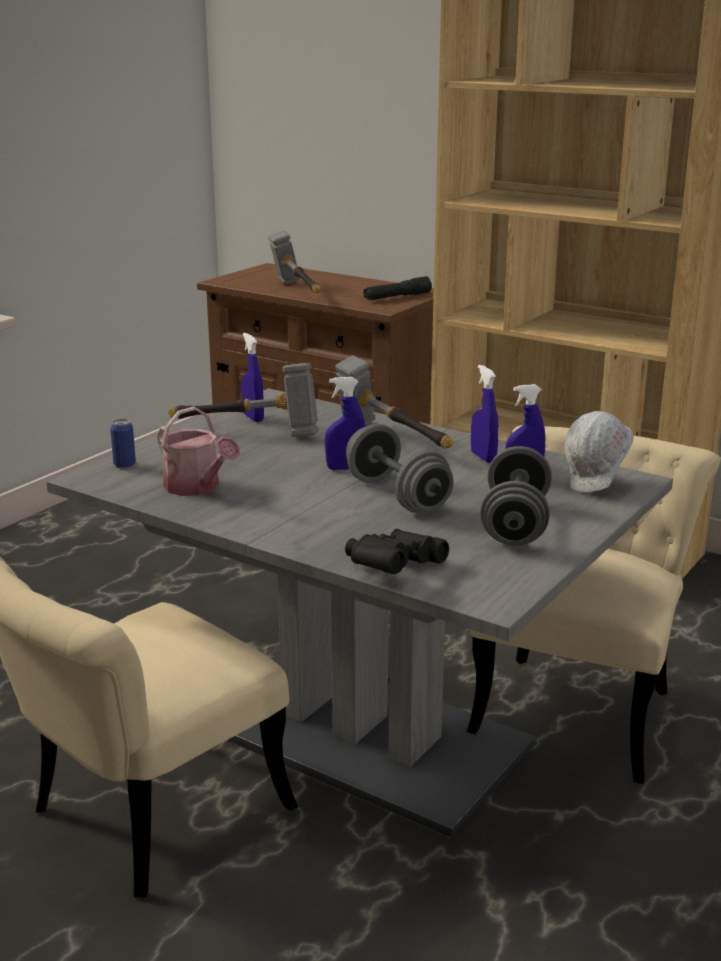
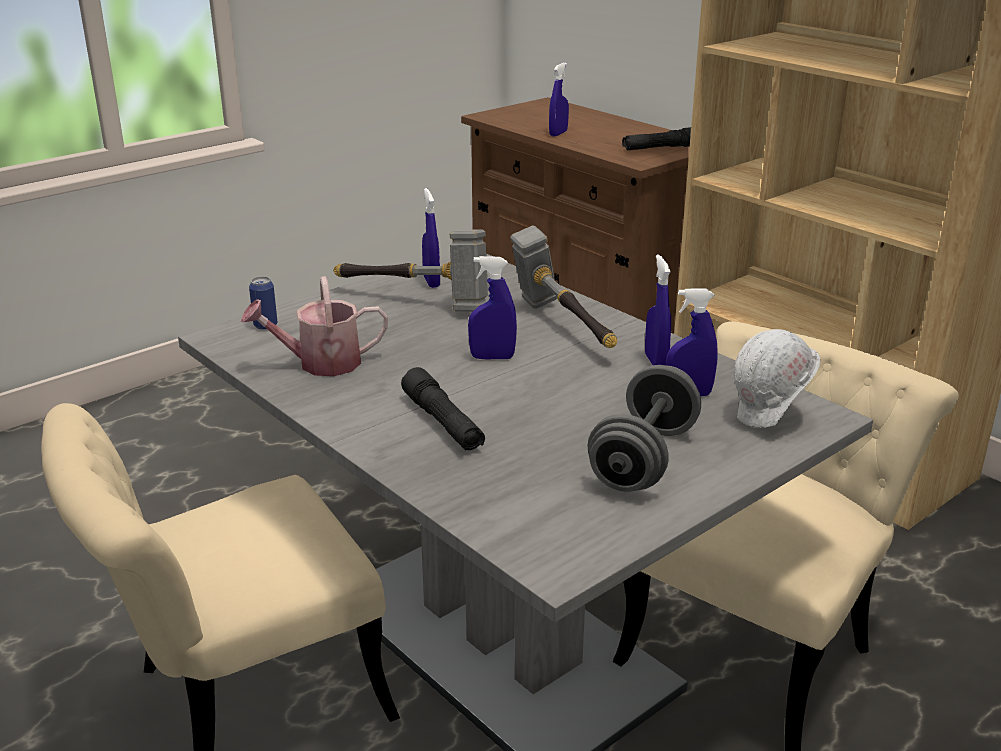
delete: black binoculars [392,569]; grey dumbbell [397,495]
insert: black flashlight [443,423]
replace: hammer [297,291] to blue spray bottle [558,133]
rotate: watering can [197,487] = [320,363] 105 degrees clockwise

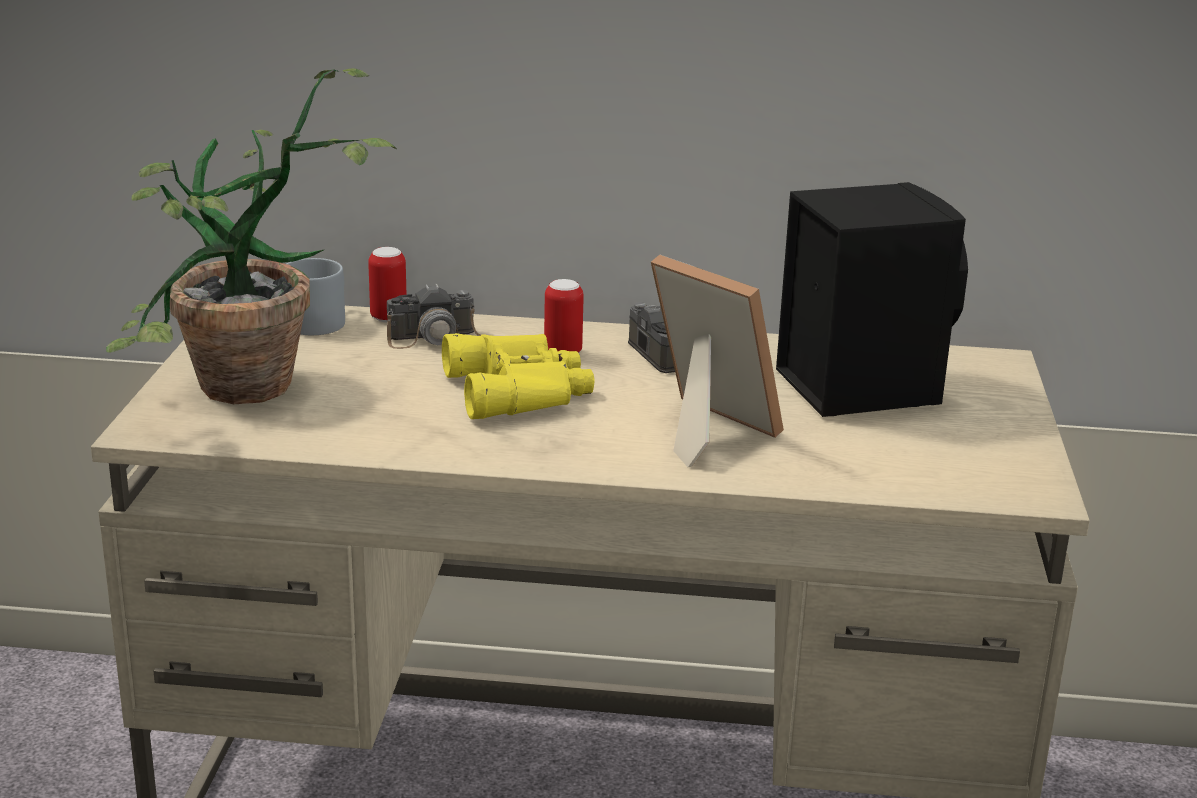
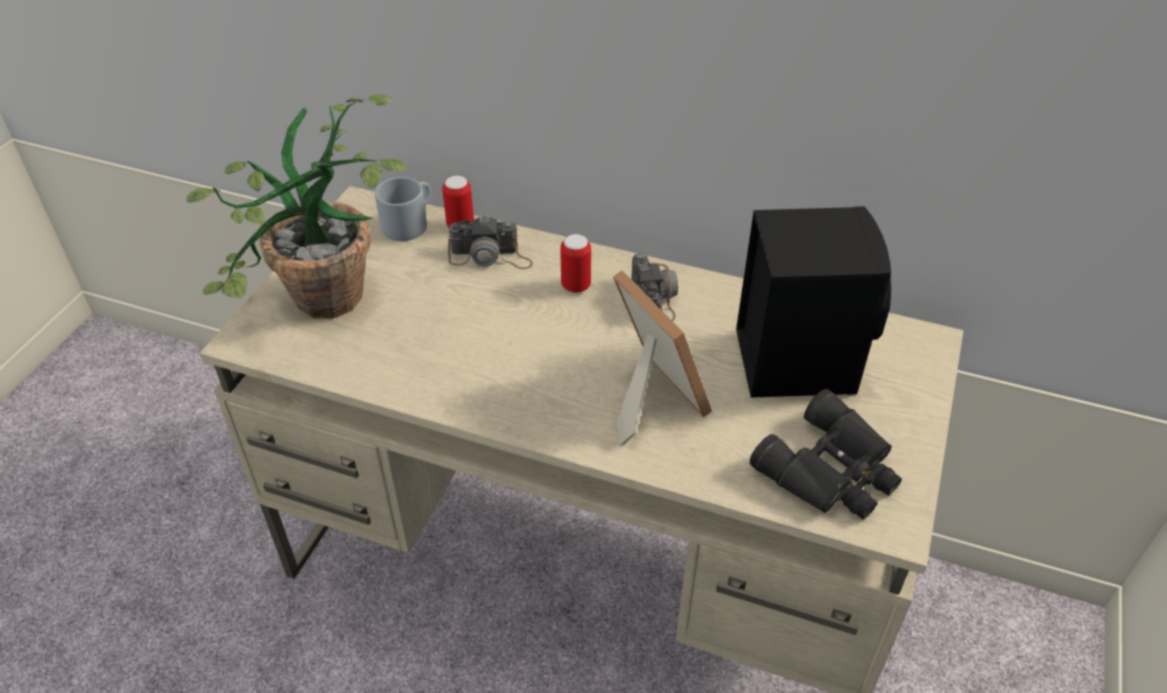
delete: yellow binoculars [521,390]
insert: black binoculars [832,471]

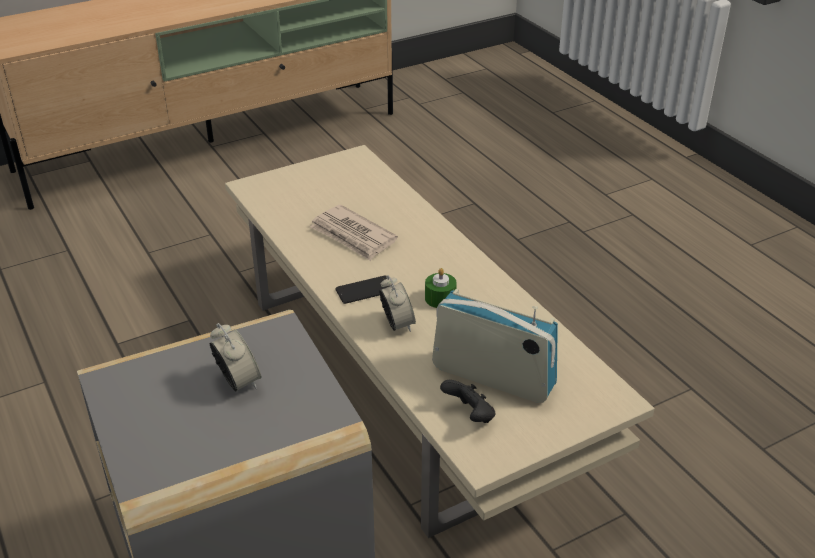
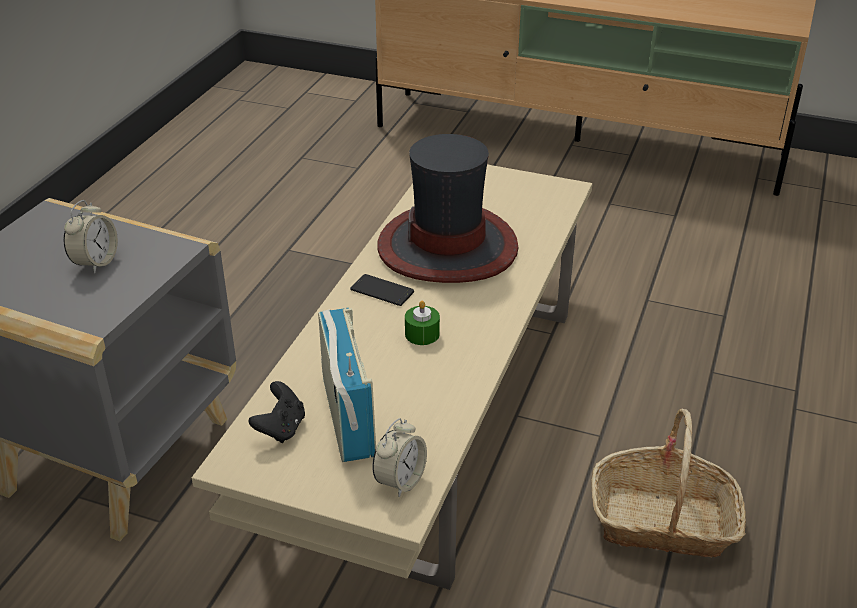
insert: basket [663,521]
move: alarm clock [397,324] to [400,481]
replace: newspaper [353,236] to hat [448,246]

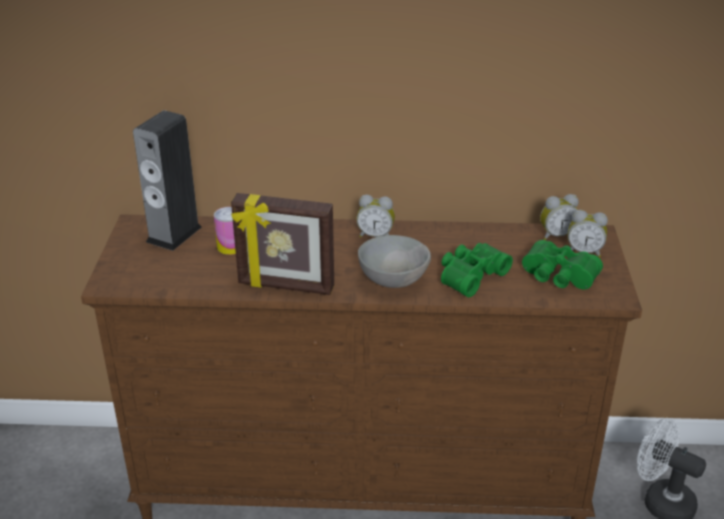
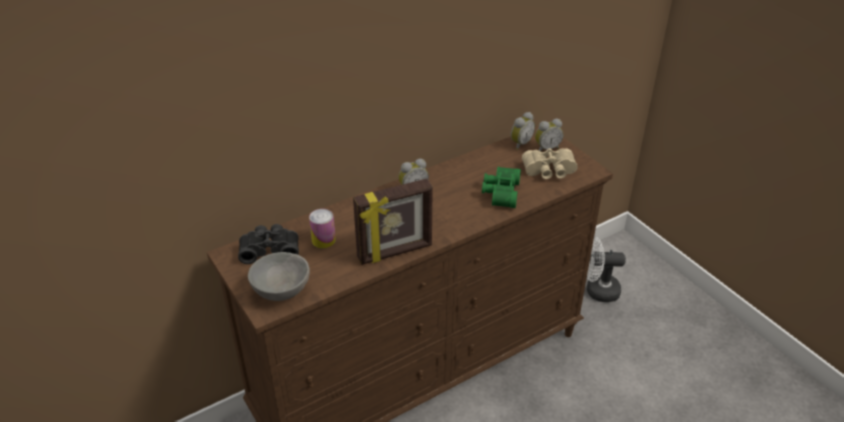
move: grey bowl [393,279] to [281,290]
replace: speaker [174,234] to black binoculars [270,249]
recolor: green binoculars [558,277] to beige binoculars [549,172]

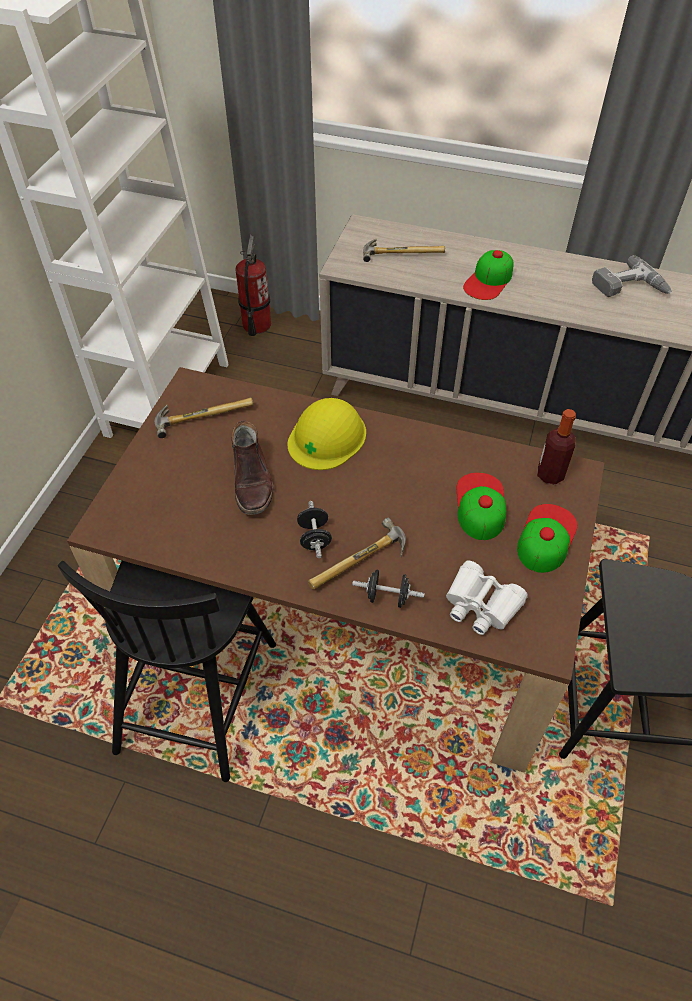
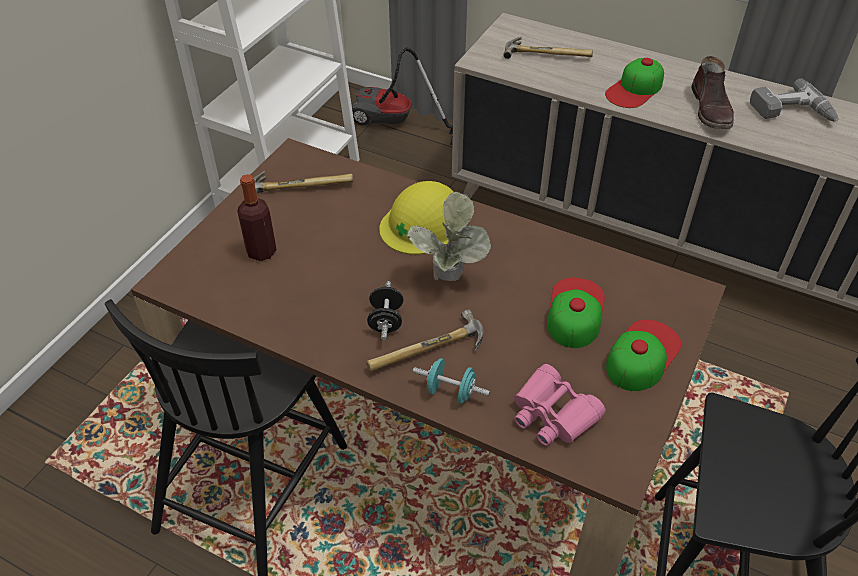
insert: potted plant [449,282]
move: brown boot [252,480] to [711,109]; bottle [550,475] to [261,251]
replace: fire extinguisher [256,325] to vacuum cleaner [396,124]
recolor: black dumbbell [387,597] to turquoise dumbbell [450,391]; white binoculars [481,604] to pink binoculars [552,414]

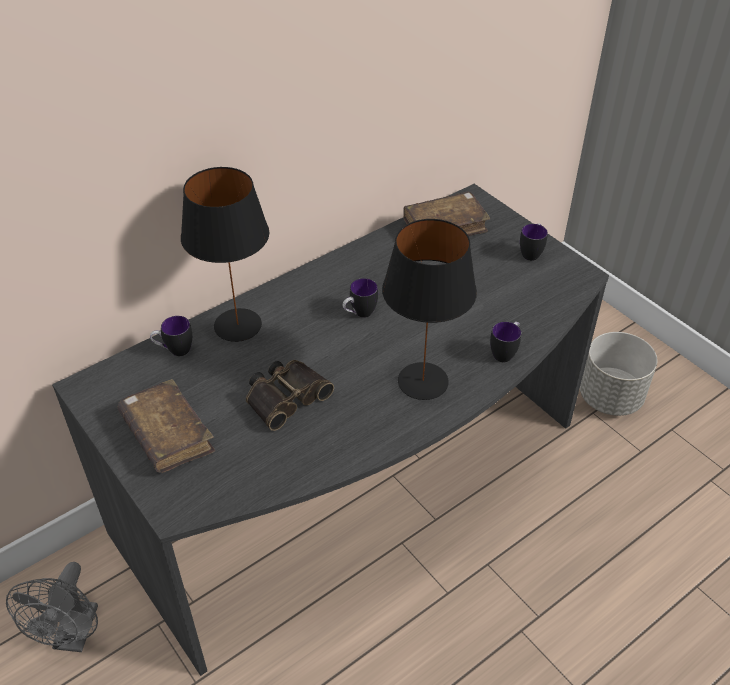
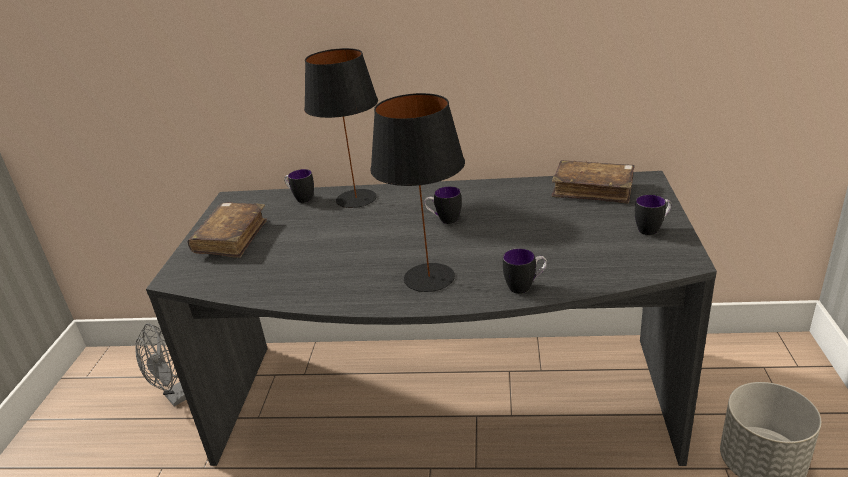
delete: binoculars [285,396]

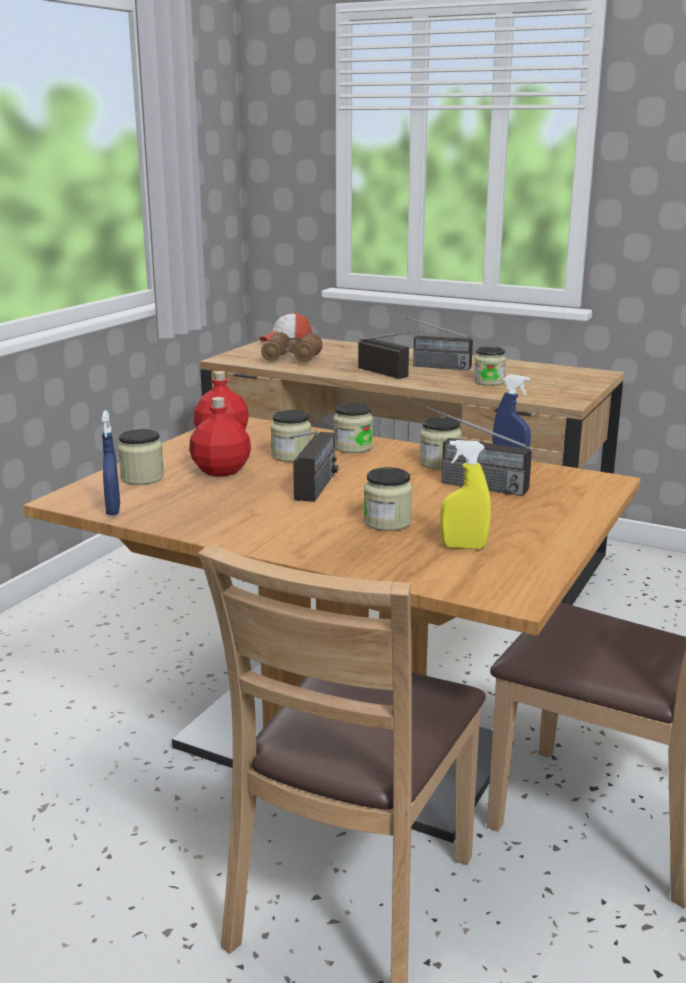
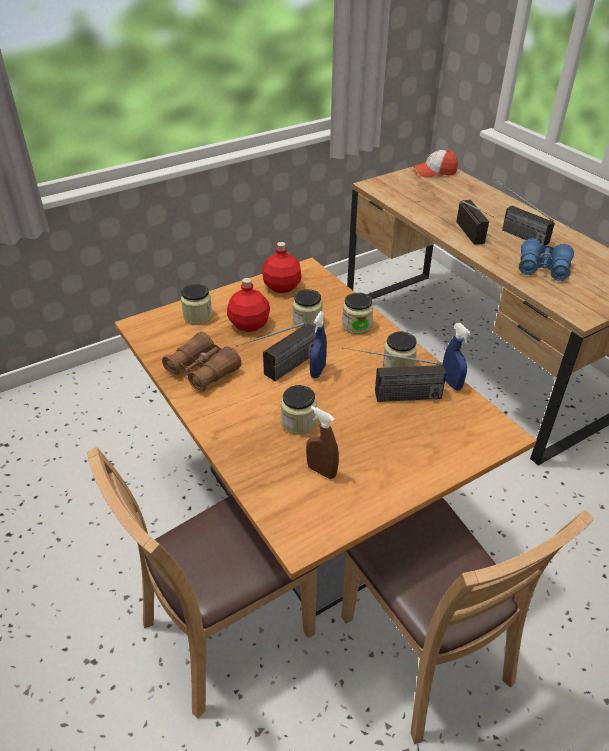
move: blue spray bottle [113,510] to [318,371]; brown binoculars [291,359] to [203,371]
replace: jar [489,382] to blue binoculars [543,268]
recolor: yellow spray bottle [463,546] to brown spray bottle [321,471]
rotate: radio [462,483] = [390,397] 60 degrees counterclockwise

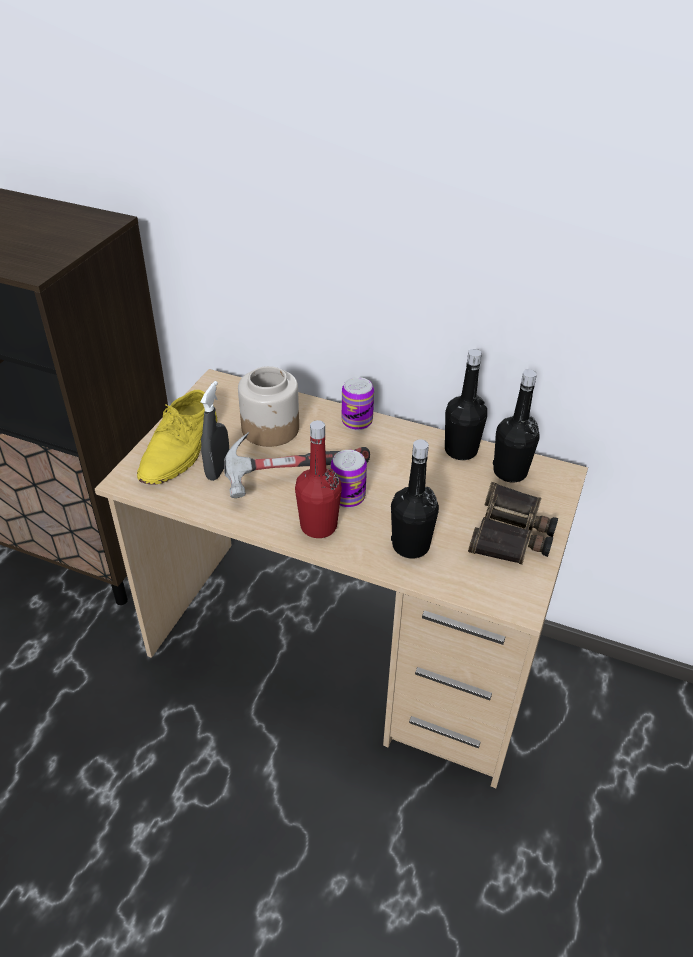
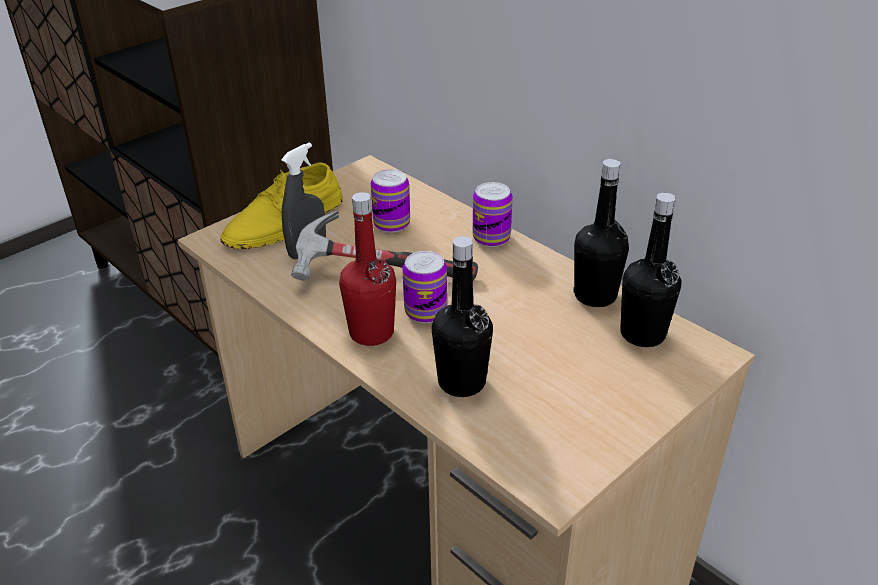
delete: binoculars [512,534]
replace: jar [271,428] to can [391,223]

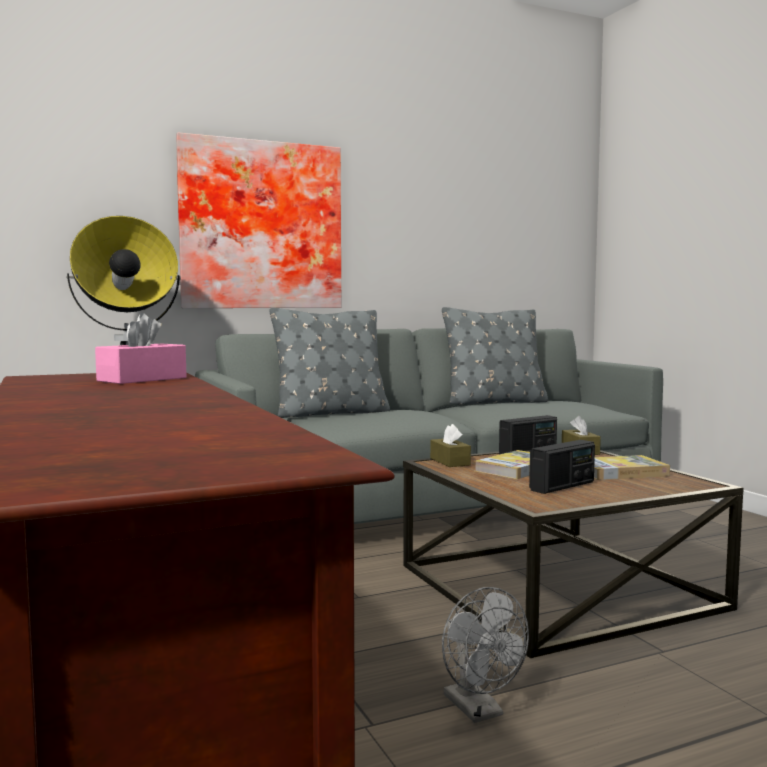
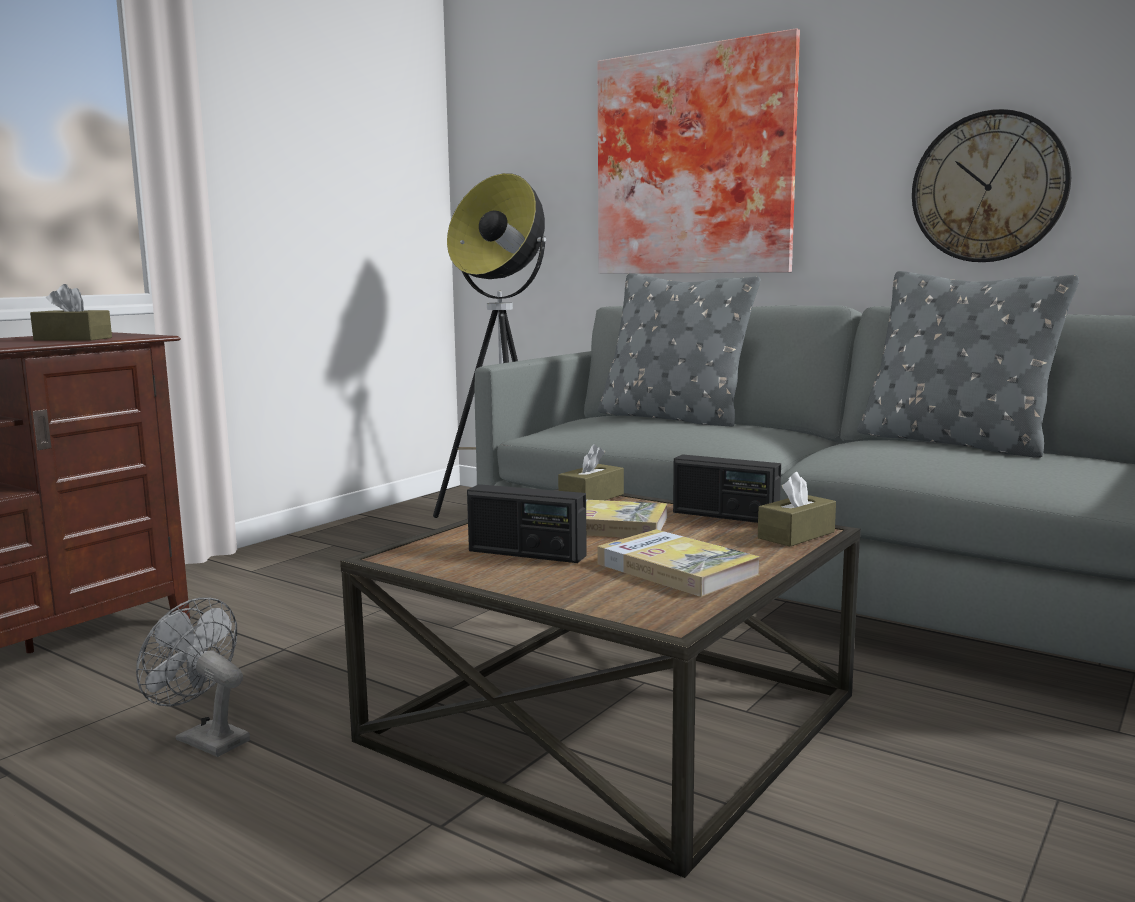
insert: wall clock [989,187]
recolor: pink tissue box [142,379] to brown tissue box [73,339]
rotate: grey fan [479,710] = [204,739] 90 degrees clockwise

